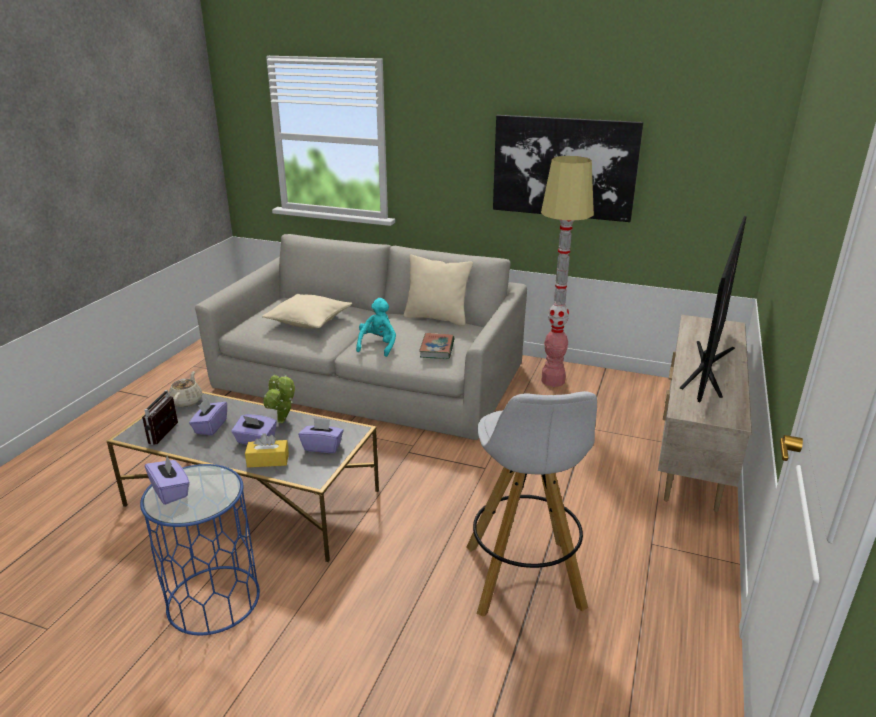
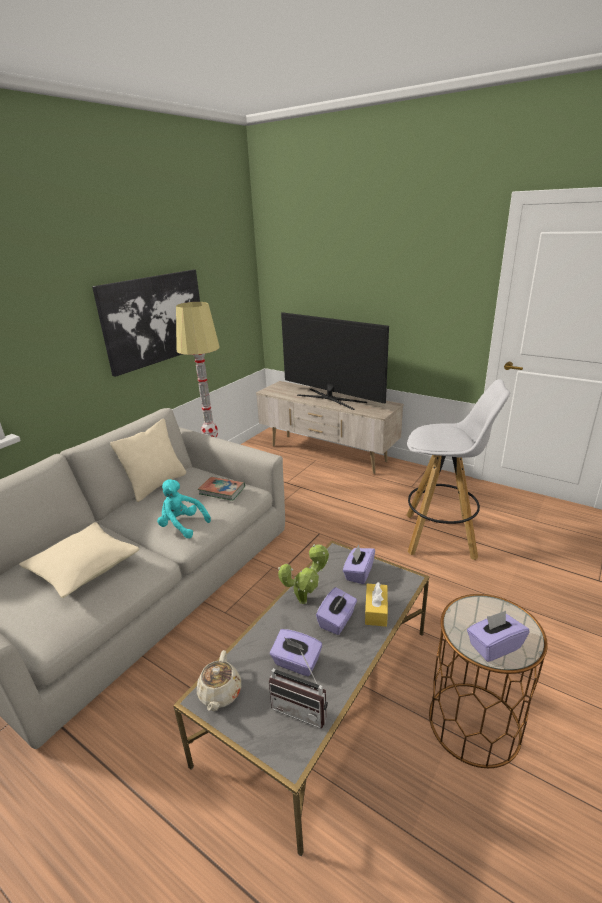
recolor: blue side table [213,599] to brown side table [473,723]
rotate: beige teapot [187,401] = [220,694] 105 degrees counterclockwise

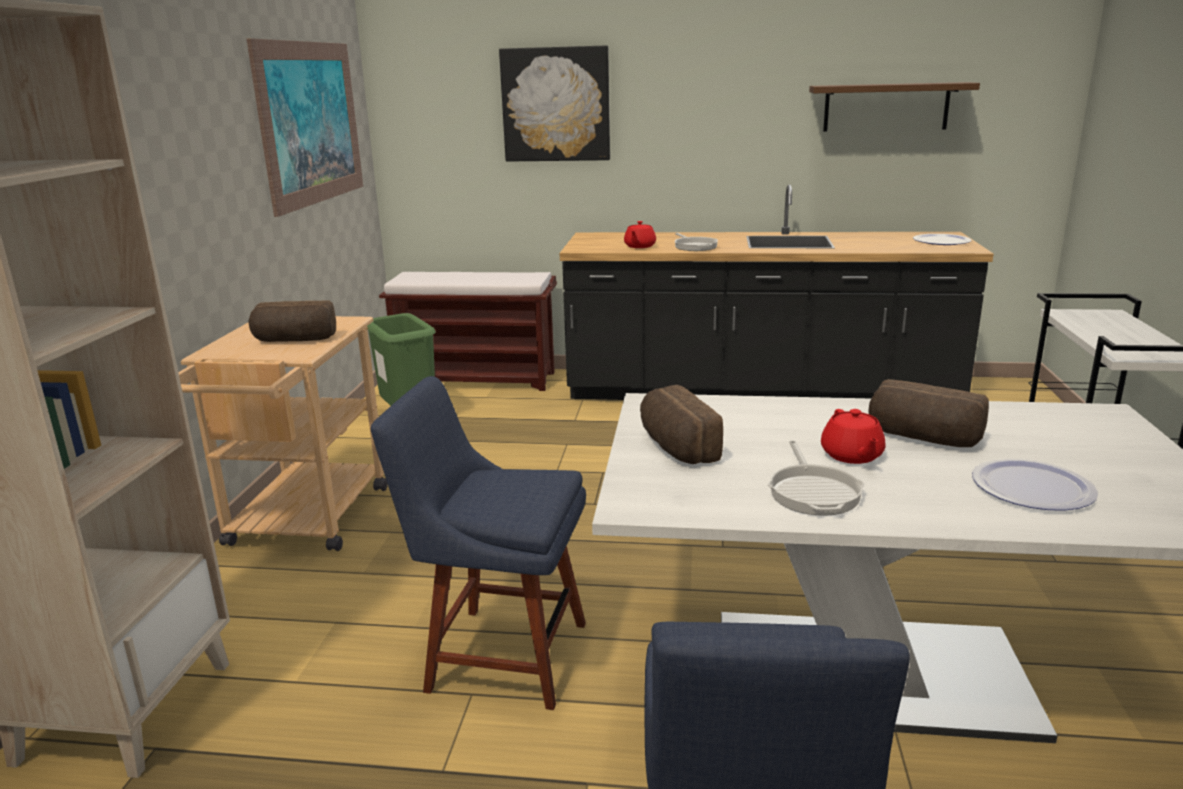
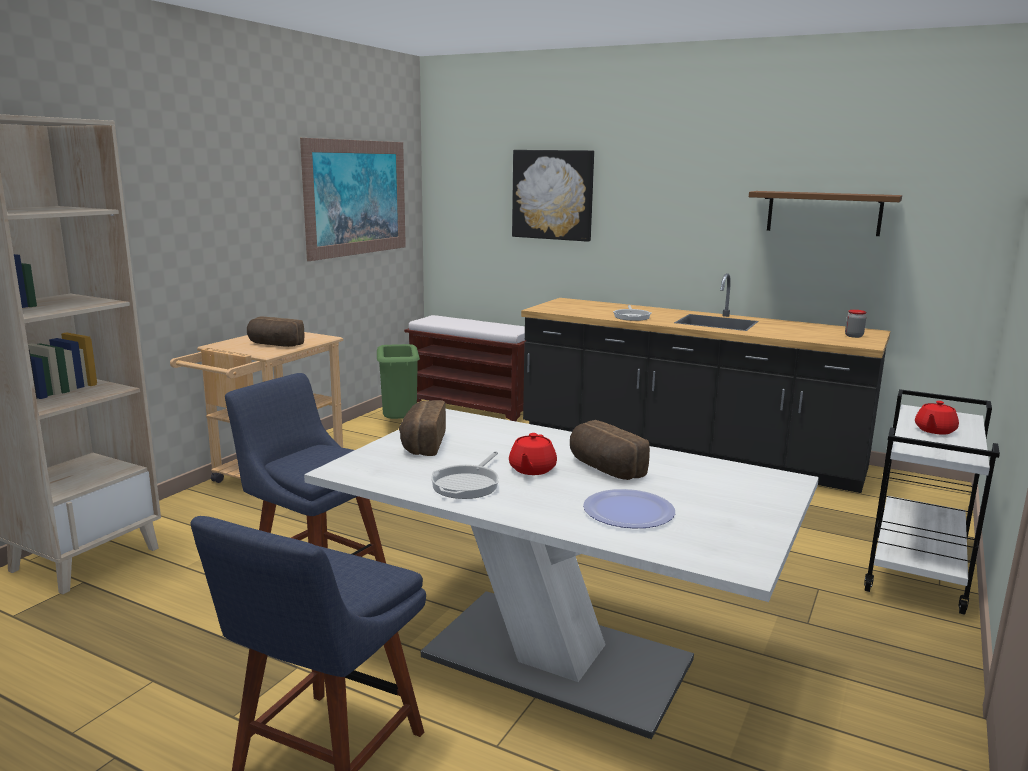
move: red teapot [639,246] to [934,430]
replace: plate [941,241] to jar [853,336]

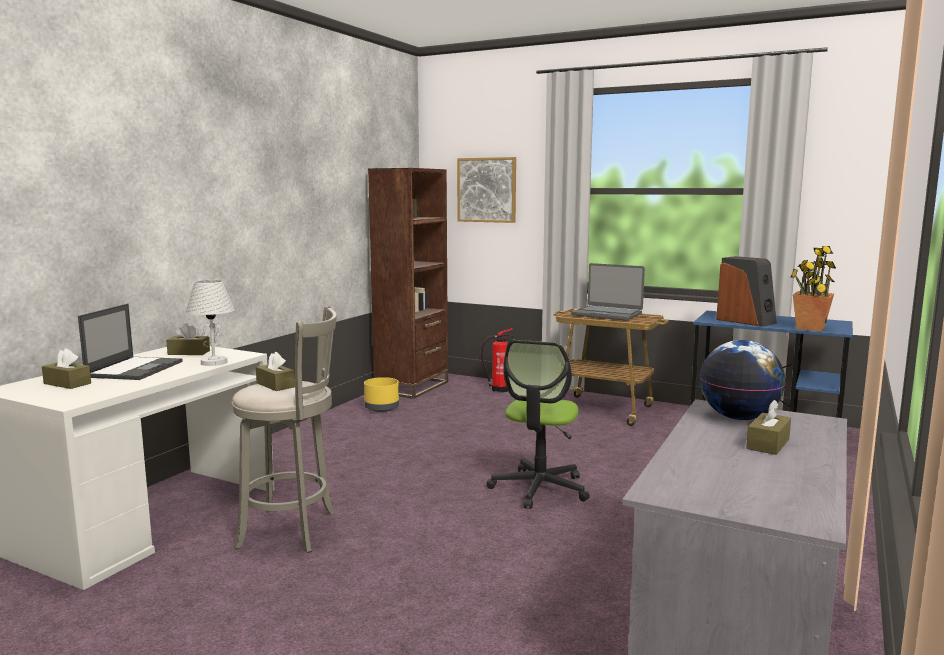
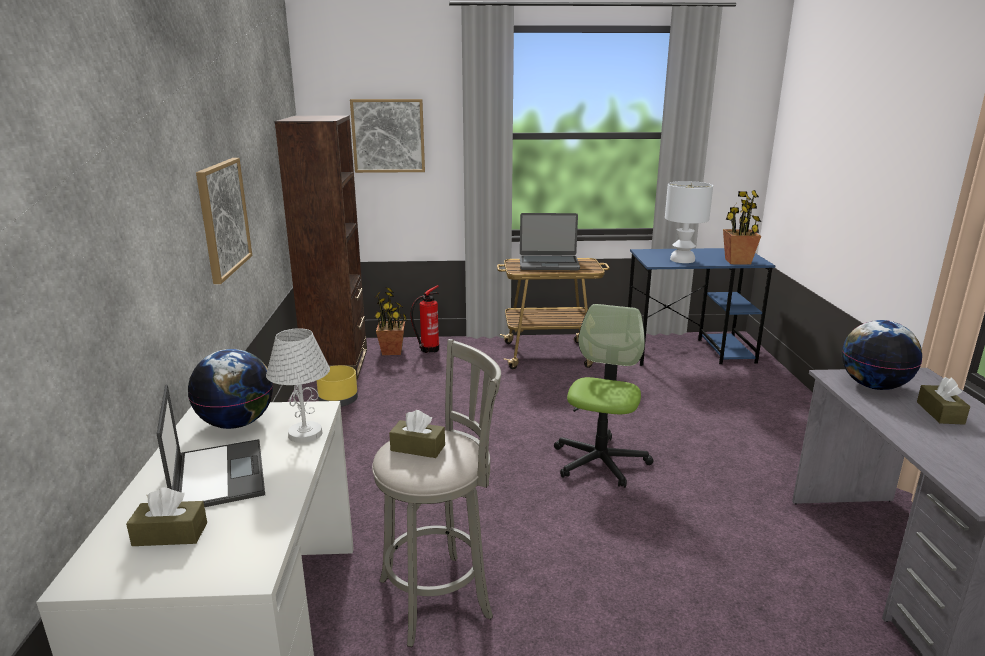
insert: picture [223,218]; potted plant [392,351]
replace: brown tissue box [189,353] to globe [237,423]; speaker [746,321] to white table lamp [682,259]
rotate: office chair [539,488] = [600,461] 150 degrees counterclockwise

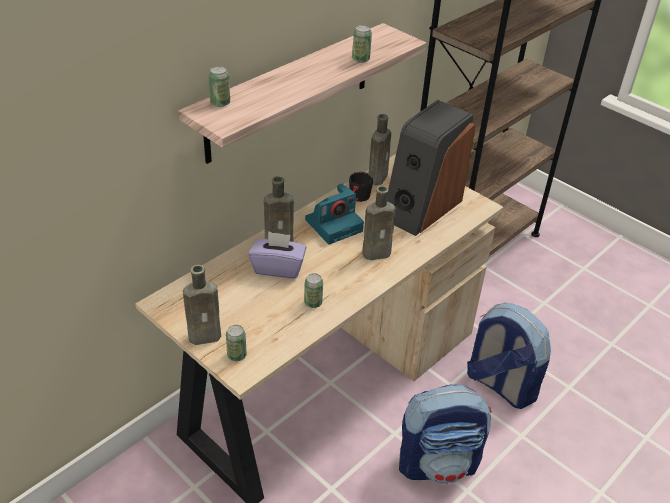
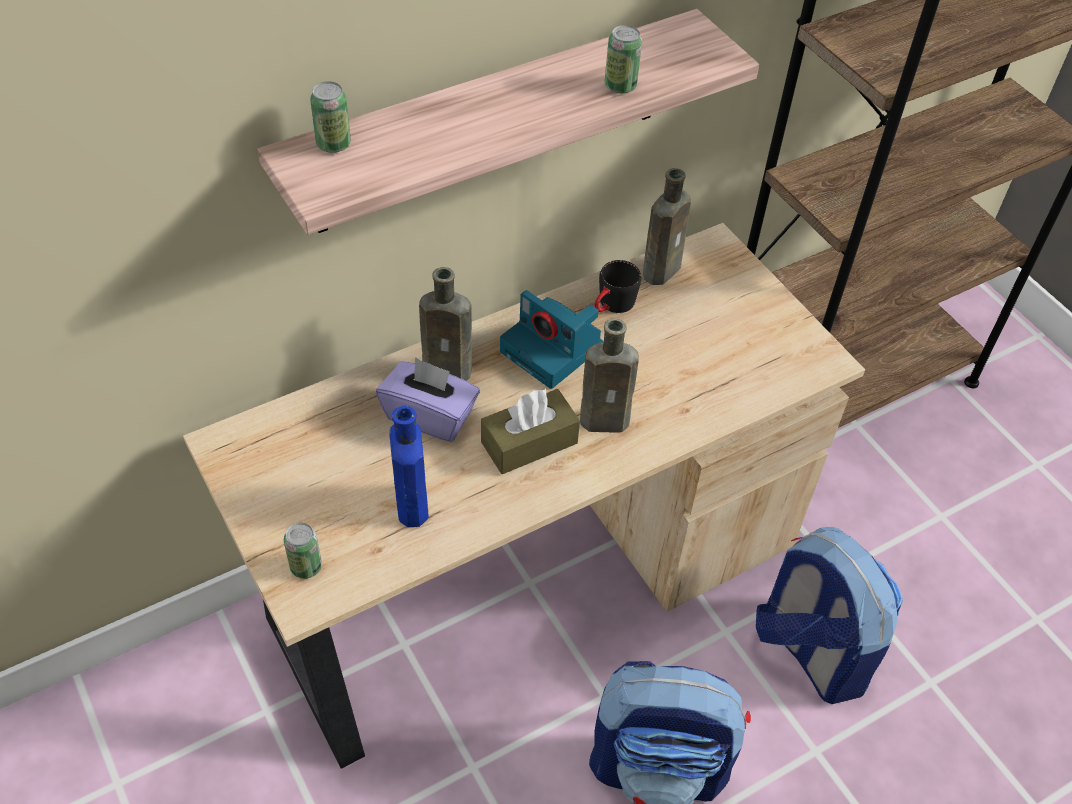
delete: brown bottle [207,336]; can [313,303]; speaker [421,208]
insert: blue bottle [411,502]; brown tissue box [529,442]
rotate: photo camera [334,224] = [553,350] 60 degrees clockwise

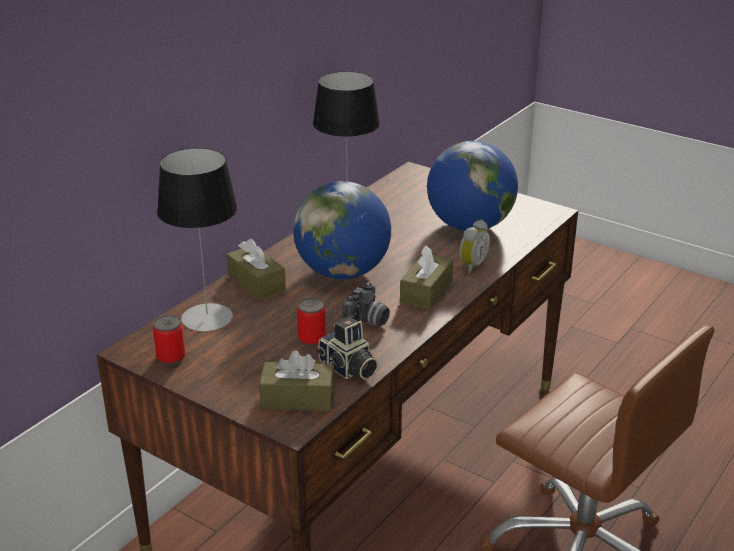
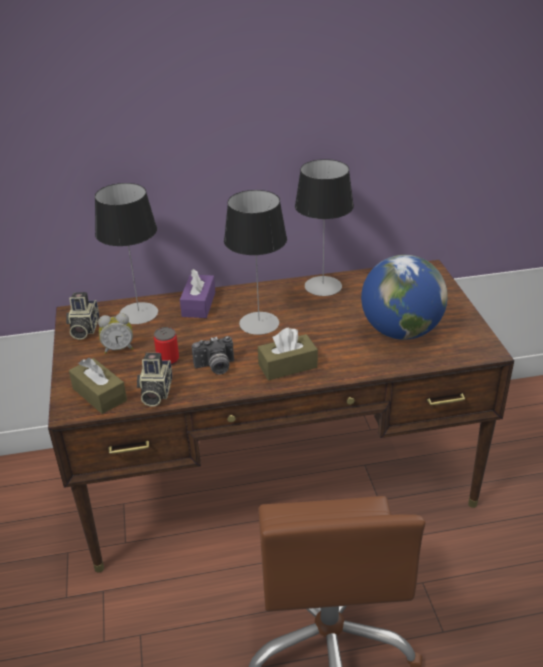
move: alarm clock [471,265] to [118,348]
replace: can [171,357] to photo camera [83,329]; globe [343,272] to table lamp [259,323]
recolor: brown tissue box [256,283] to purple tissue box [198,304]

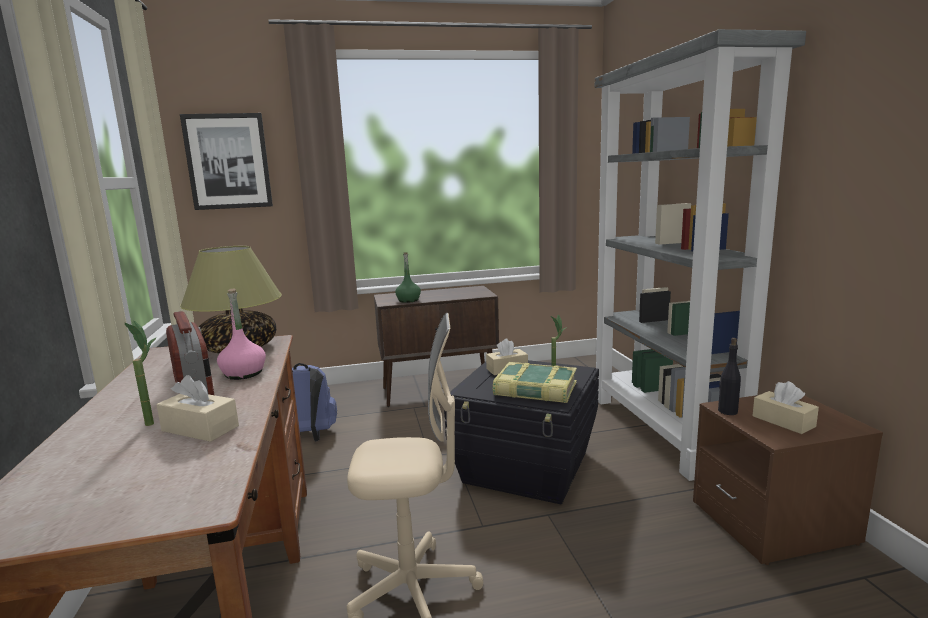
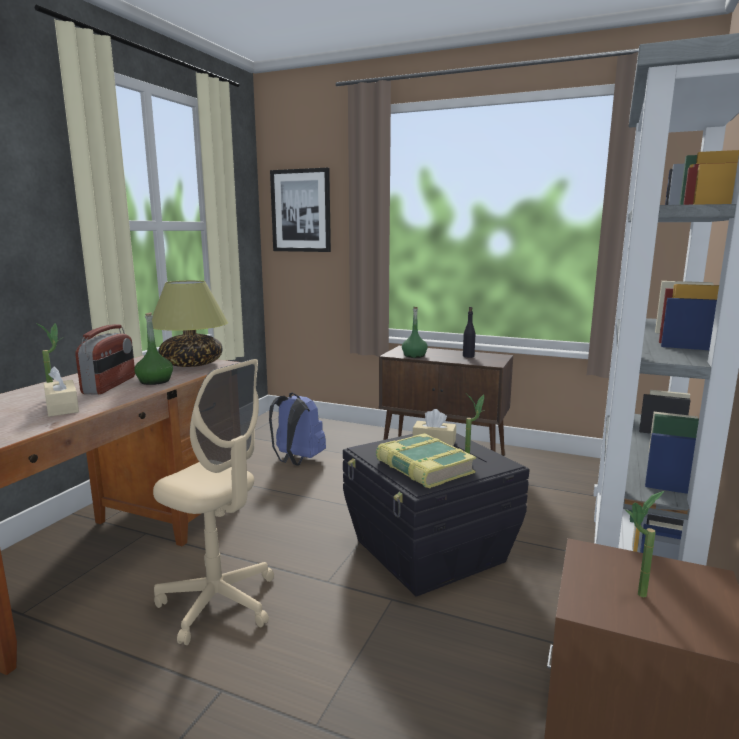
move: black bottle [727,411] to [468,356]
replace: beige tissue box [783,421] to potted plant [634,596]
recolor: pink bottle [244,374] to green bottle [155,381]

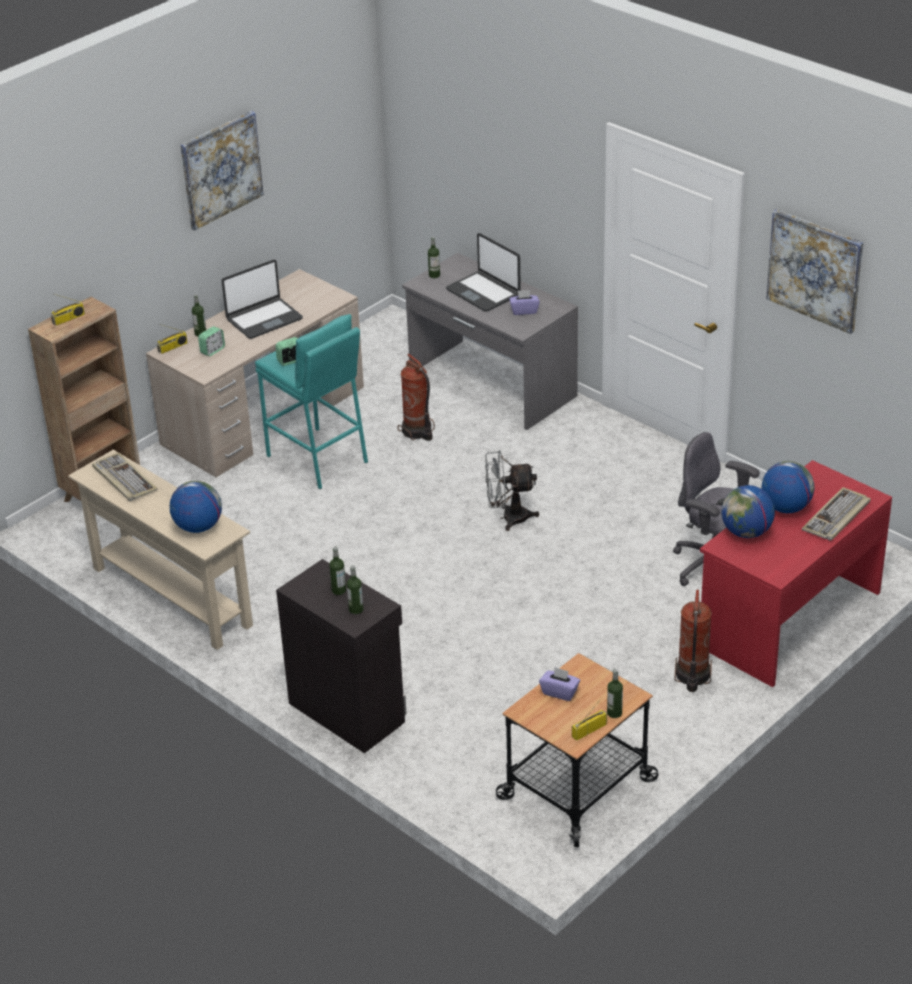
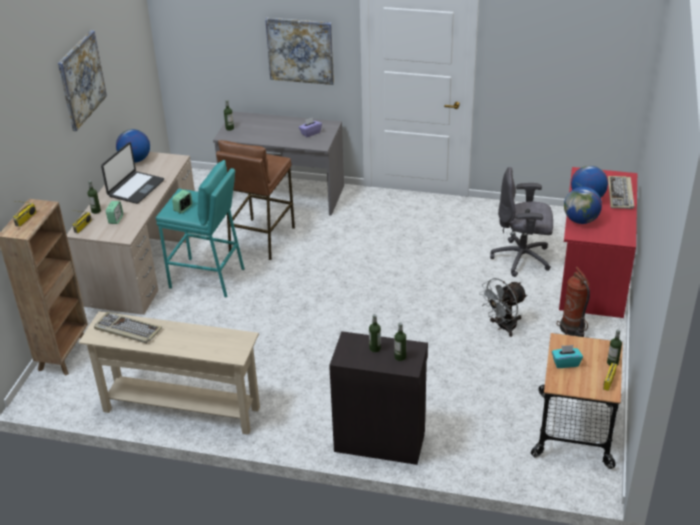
delete: laptop [483,292]
move: globe [198,527] to [135,160]; grey fan [508,518] to [502,327]; picture [815,270] to [300,50]
replace: fire extinguisher [417,432] to brown stool [261,239]
recolor: purple tissue box [560,692] to turquoise tissue box [565,363]

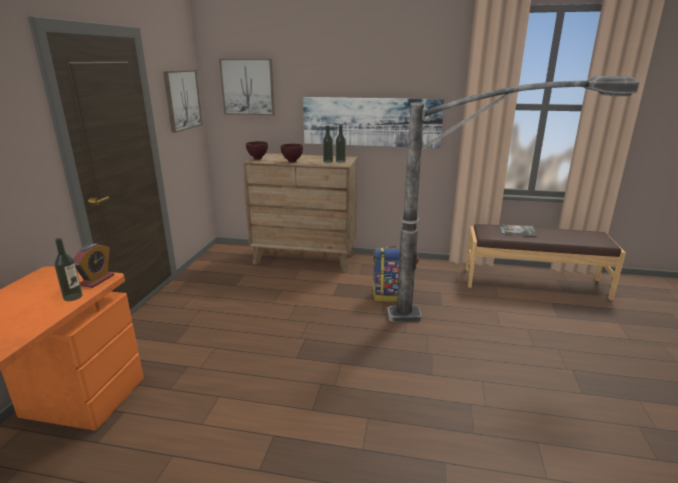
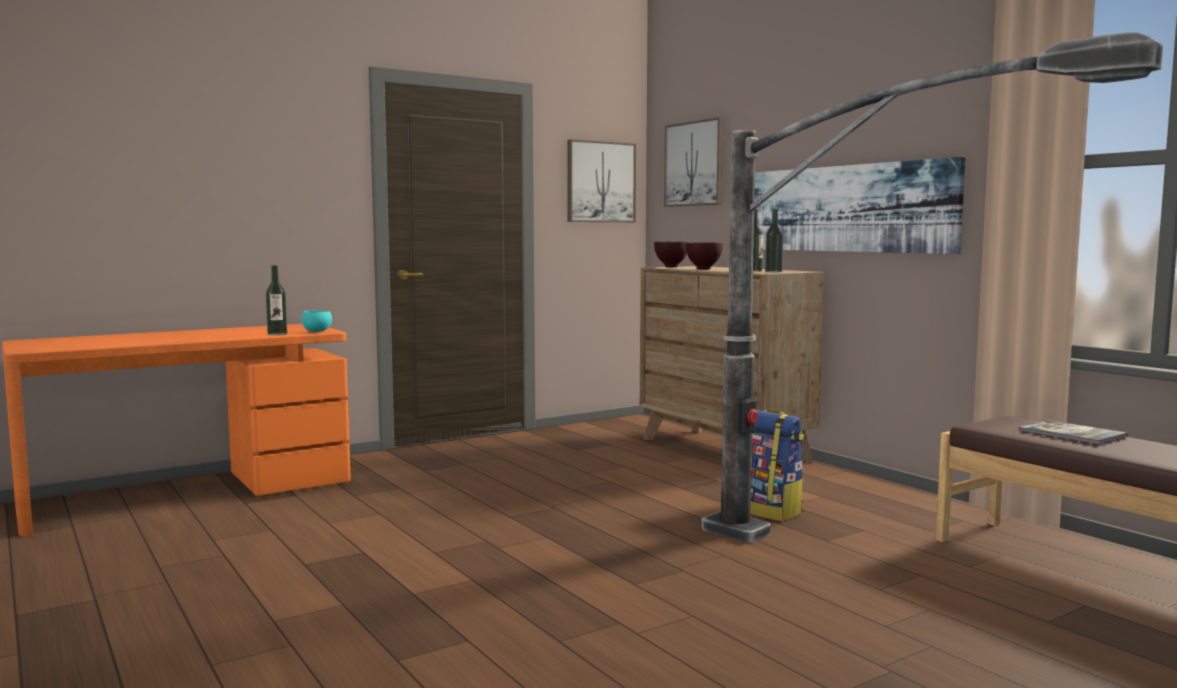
replace: alarm clock [97,280] to turquoise bowl [317,331]

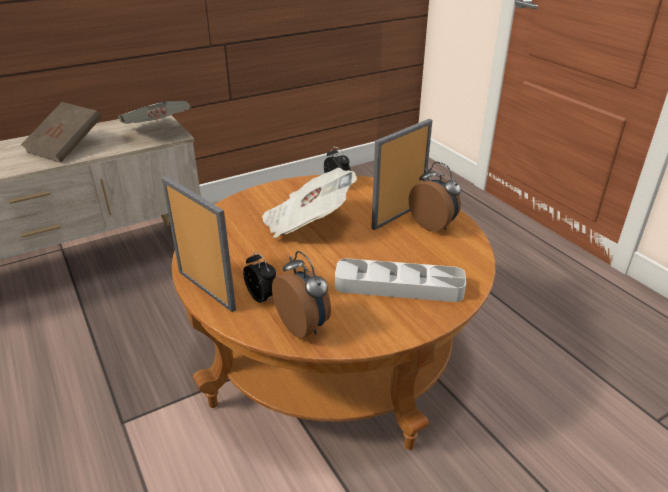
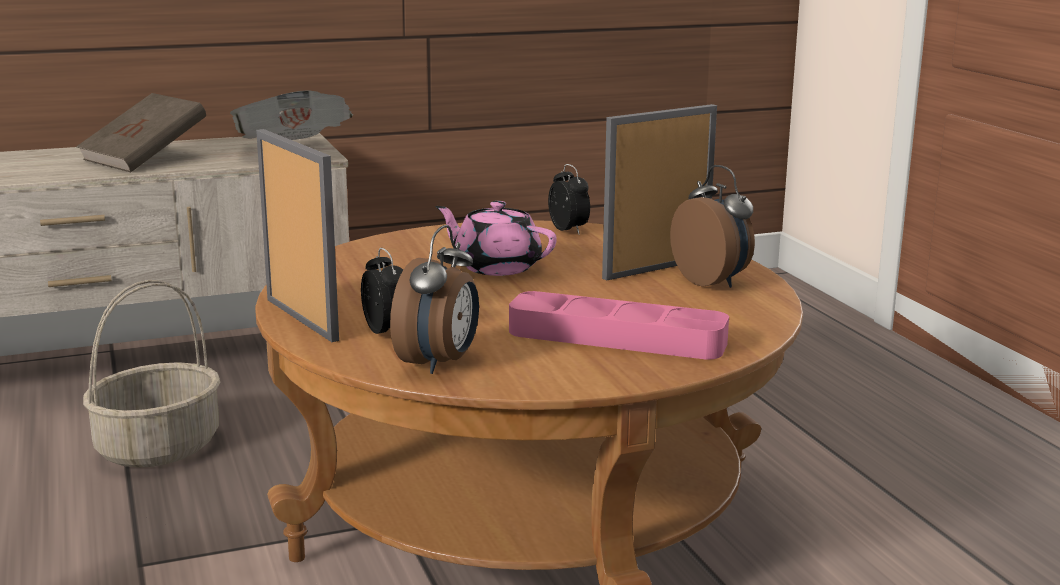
insert: basket [159,447]
replace: newspaper [307,223] to pink teapot [496,267]
recolor: grey tray [399,286] to pink tray [616,337]
rotate: alarm clock [304,326] = [439,363] 45 degrees clockwise

